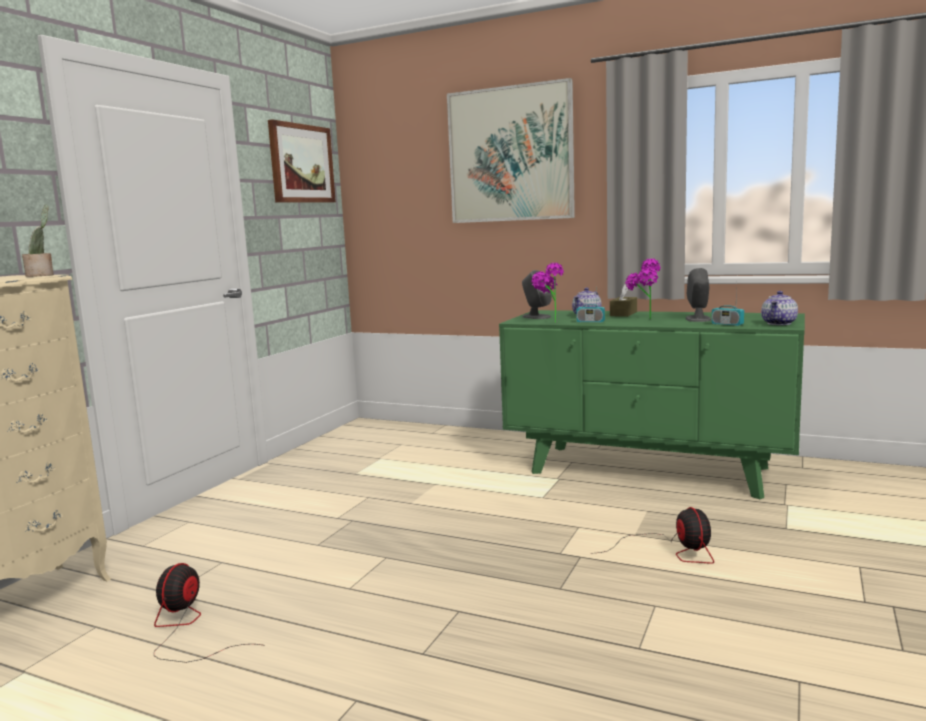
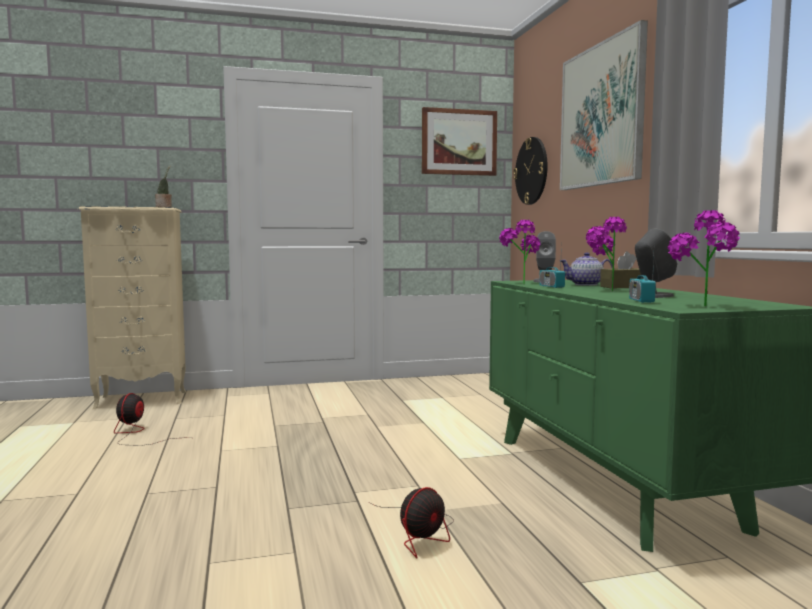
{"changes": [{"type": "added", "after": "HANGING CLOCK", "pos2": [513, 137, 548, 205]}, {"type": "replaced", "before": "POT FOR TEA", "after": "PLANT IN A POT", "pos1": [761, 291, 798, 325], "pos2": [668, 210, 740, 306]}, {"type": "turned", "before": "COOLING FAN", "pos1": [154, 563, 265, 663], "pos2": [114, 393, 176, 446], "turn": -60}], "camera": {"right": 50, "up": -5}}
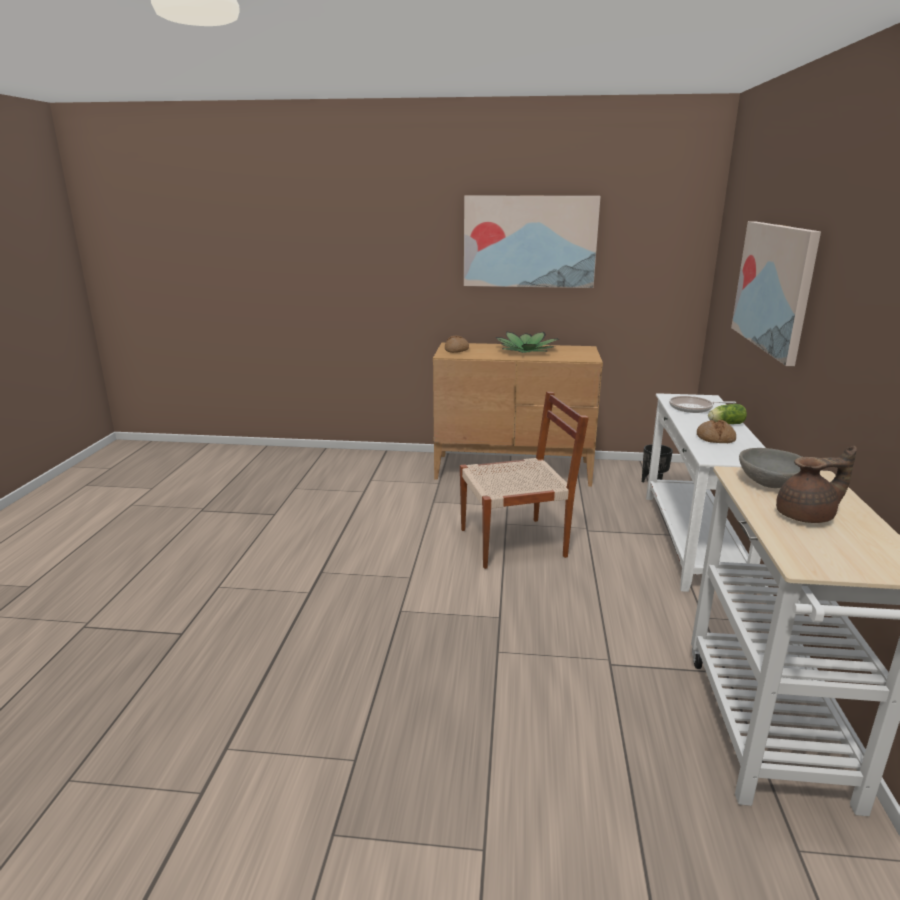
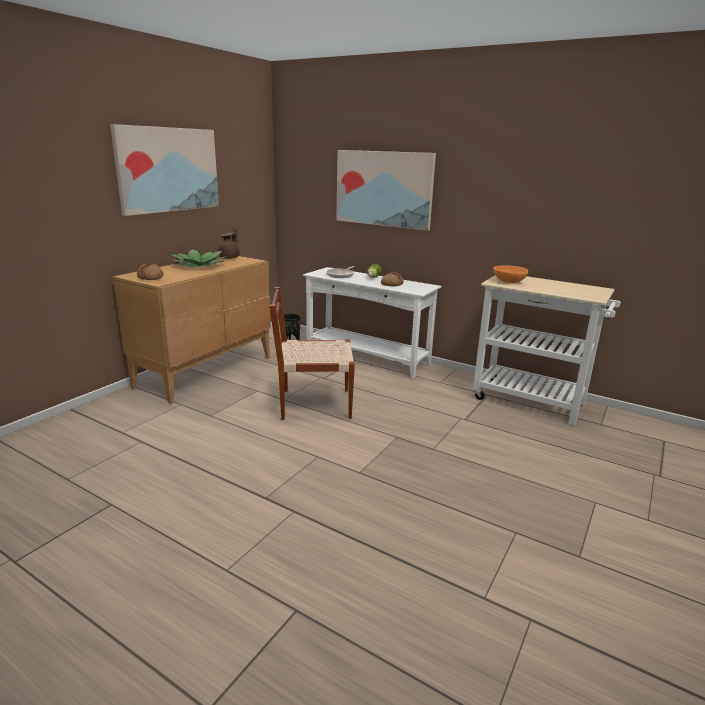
{"changes": [{"type": "moved", "before": "BROWNISH POT FOR TEA", "pos1": [776, 446, 857, 523], "pos2": [218, 227, 240, 259]}, {"type": "recoloured", "before": "GREYISH BOWL", "after": "ORANGE-COLOURED BOWL", "pos1": [739, 448, 802, 488], "pos2": [493, 265, 528, 283]}, {"type": "turned", "before": "PLAIN CHAIR", "pos1": [460, 392, 589, 569], "pos2": [269, 287, 355, 420], "turn": -105}], "camera": {"right": -65, "up": 0}}
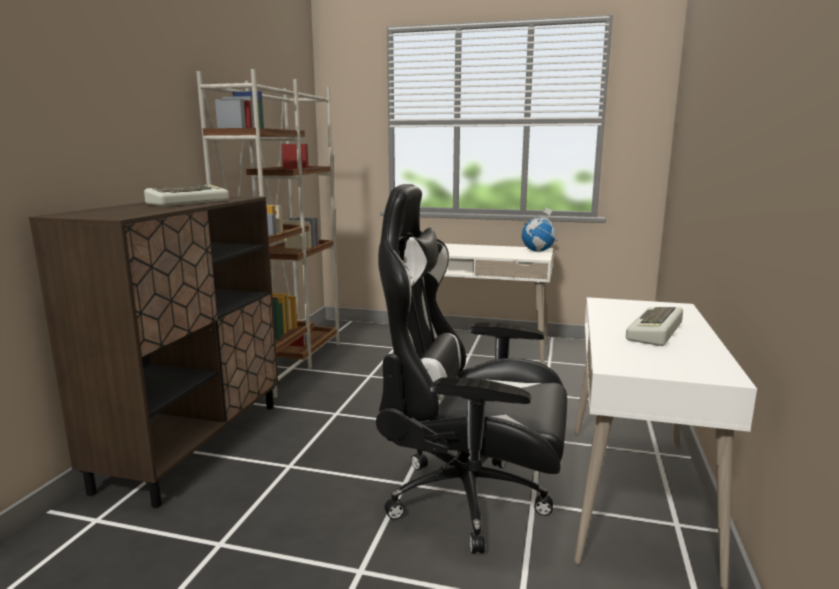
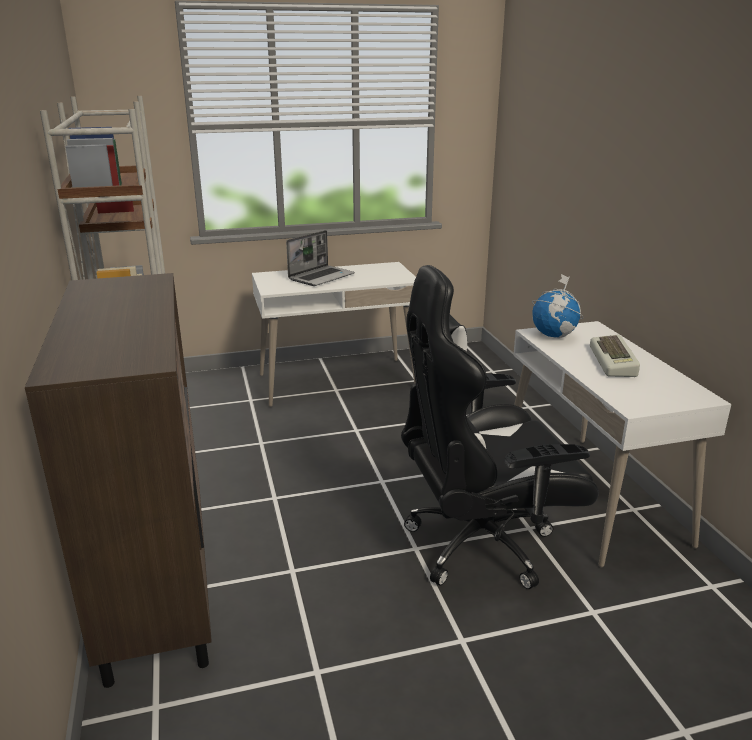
{"changes": [{"type": "removed", "before": "COMPUTER KEYBOARD", "pos1": [144, 185, 229, 206]}, {"type": "added", "after": "NOTEBOOK COMPUTER", "pos2": [286, 230, 355, 286]}, {"type": "moved", "before": "DESK GLOBE", "pos1": [522, 207, 558, 252], "pos2": [532, 274, 584, 338]}], "camera": {"right": -30, "up": 10}}
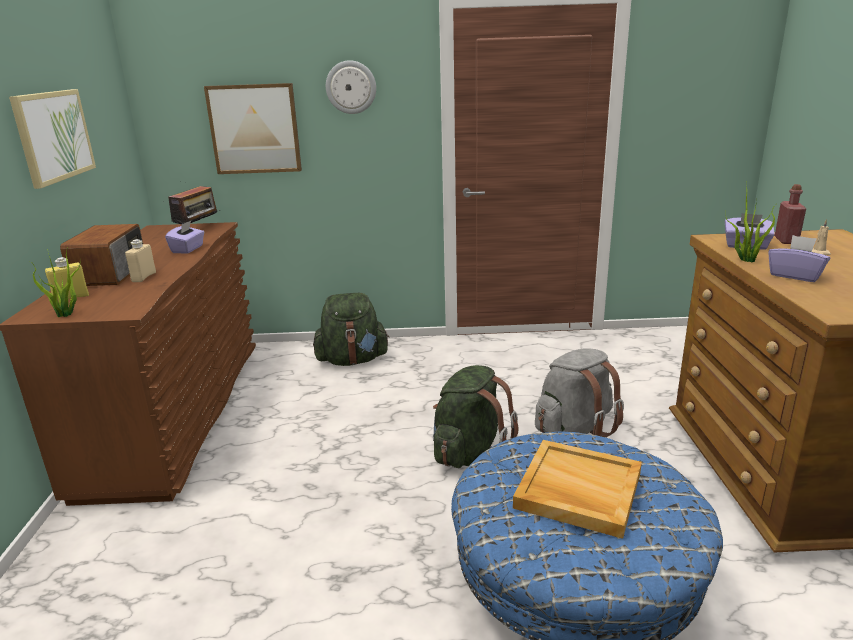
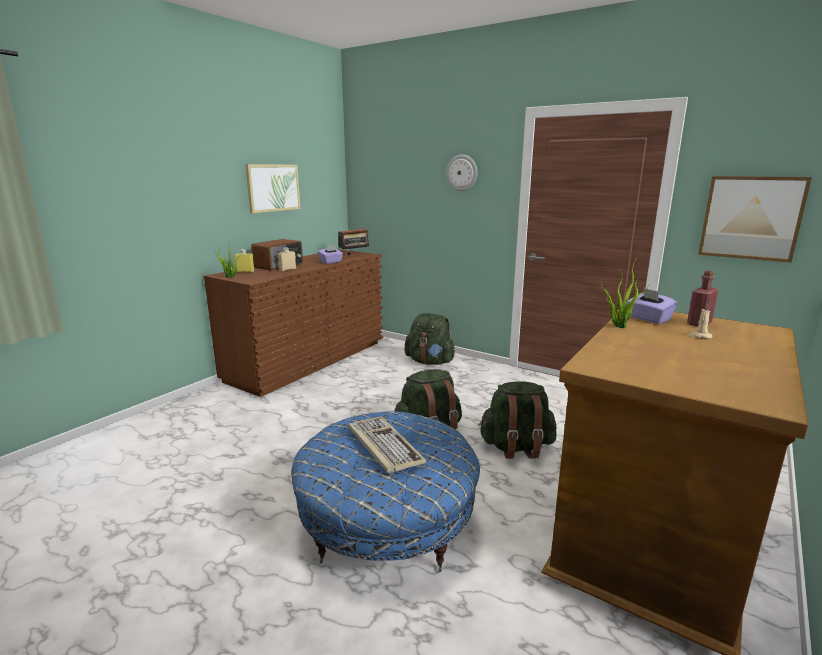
{"changes": [{"type": "removed", "before": "PURPLE-COLOURED TISSUE HOLDER", "pos1": [768, 235, 830, 282]}, {"type": "moved", "before": "WALL ART", "pos1": [204, 83, 302, 174], "pos2": [698, 176, 812, 263]}, {"type": "replaced", "before": "BEIGE-COLOURED CARRYING TRAY", "after": "COMPUTER KEYBOARD", "pos1": [513, 440, 642, 539], "pos2": [348, 416, 427, 474]}, {"type": "recoloured", "before": "GREYISH BACKPACK", "after": "GREENISH BACKPACK", "pos1": [535, 348, 624, 437], "pos2": [479, 381, 557, 459]}], "camera": {"right": 35, "up": -5}}
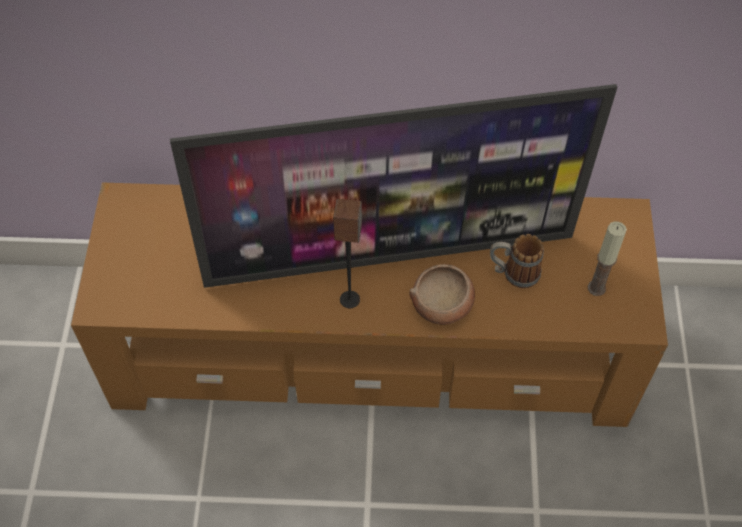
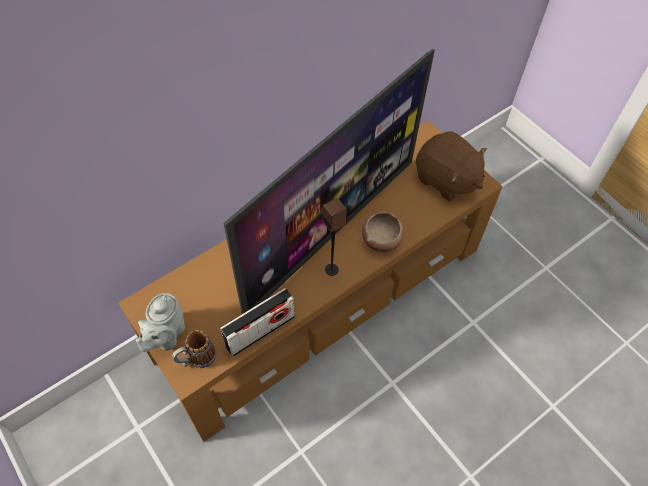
{"changes": [{"type": "added", "after": "GREYISH POT FOR TEA", "pos2": [136, 293, 185, 352]}, {"type": "added", "after": "RADIO", "pos2": [220, 288, 295, 357]}, {"type": "moved", "before": "TEA MUG", "pos1": [490, 234, 544, 288], "pos2": [172, 330, 216, 368]}, {"type": "replaced", "before": "CANDLE", "after": "BROWNISH CUDDLY TOY", "pos1": [588, 221, 627, 296], "pos2": [416, 131, 487, 202]}], "camera": {"right": -40, "up": 0}}
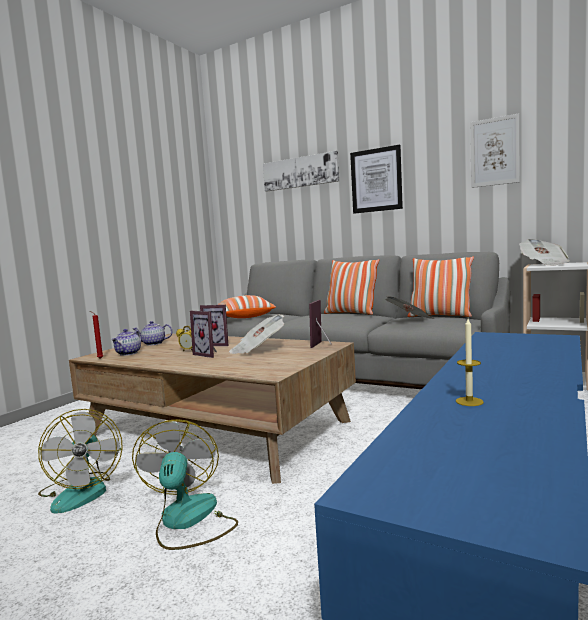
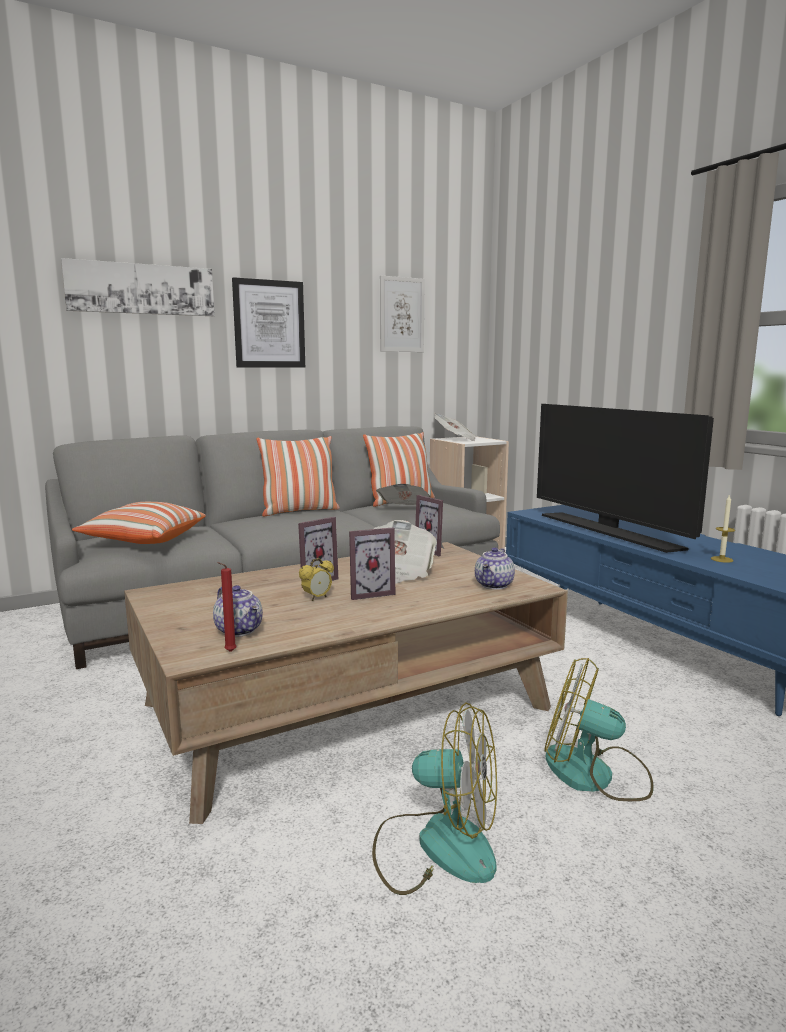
{"changes": [{"type": "added", "after": "TV SET", "pos2": [537, 404, 714, 553]}, {"type": "moved", "before": "POT FOR TEA", "pos1": [133, 321, 173, 346], "pos2": [475, 547, 515, 590]}], "camera": {"right": -60, "up": 5}}
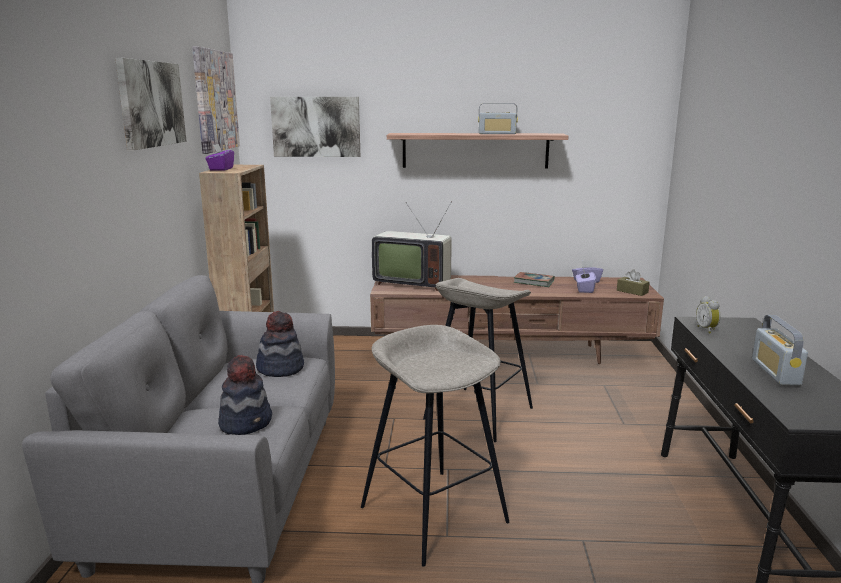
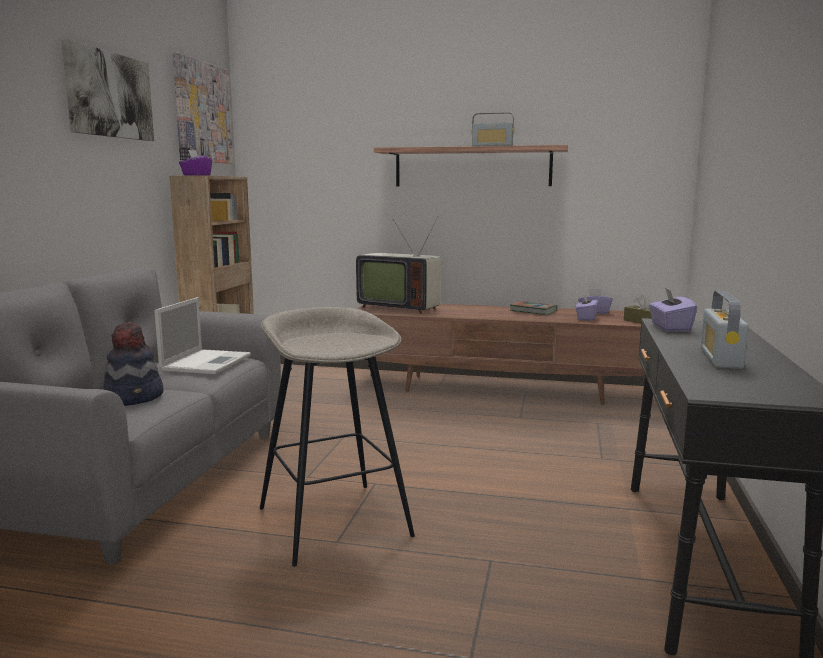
{"changes": [{"type": "removed", "before": "WALL ART", "pos1": [270, 97, 360, 157]}, {"type": "removed", "before": "GREYISH STOOL", "pos1": [423, 278, 533, 442]}, {"type": "replaced", "before": "CLOTHING HAT", "after": "NOTEBOOK COMPUTER", "pos1": [256, 311, 304, 377], "pos2": [154, 297, 251, 374]}, {"type": "replaced", "before": "ALARM CLOCK", "after": "PURPLE-COLOURED TISSUE HOLDER", "pos1": [696, 296, 721, 334], "pos2": [649, 288, 697, 331]}], "camera": {"right": 10, "up": -5}}
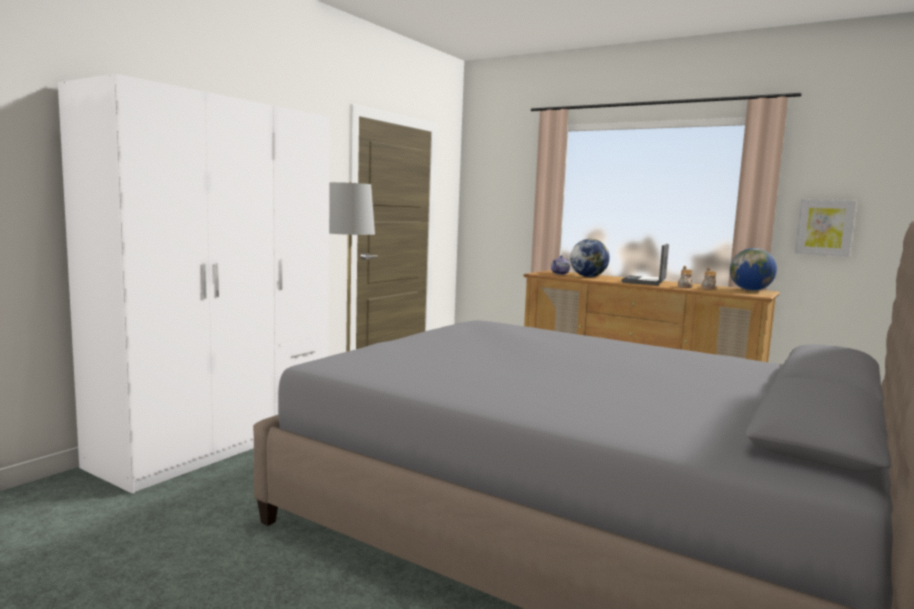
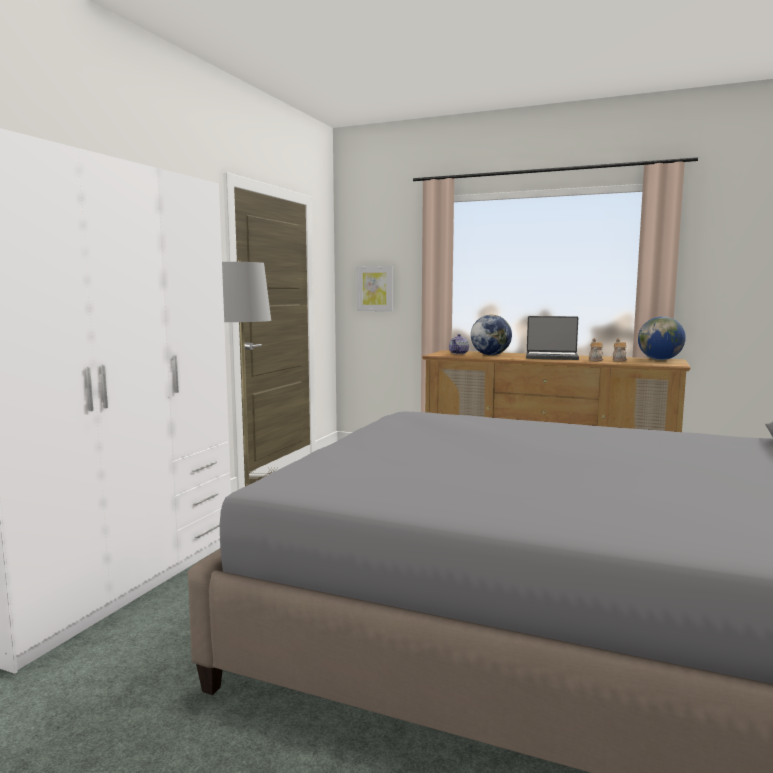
{"changes": [{"type": "moved", "before": "WALL ART", "pos1": [795, 200, 856, 257], "pos2": [357, 266, 393, 311]}, {"type": "turned", "before": "NOTEBOOK COMPUTER", "pos1": [621, 244, 669, 285], "pos2": [526, 316, 579, 360], "turn": -90}], "camera": {"right": -10, "up": 0}}
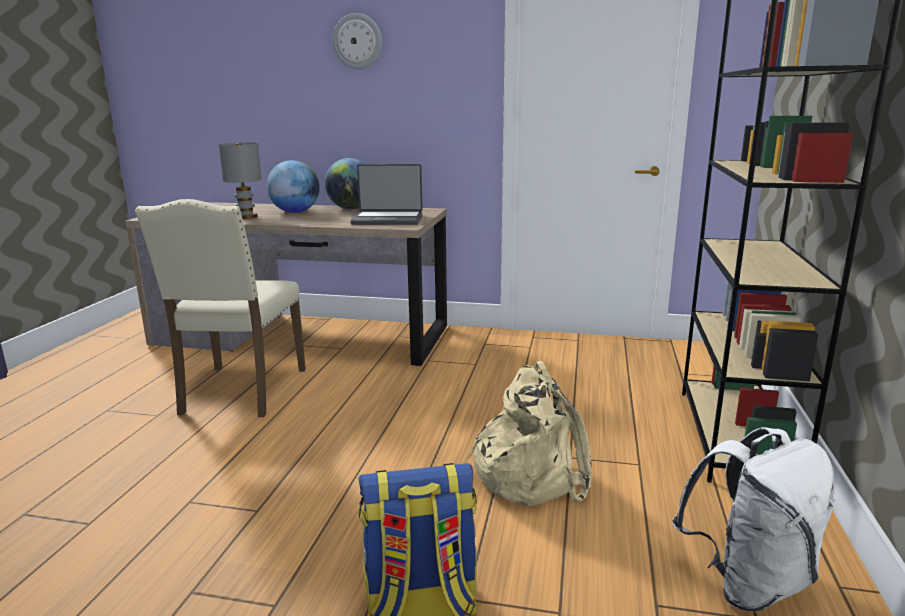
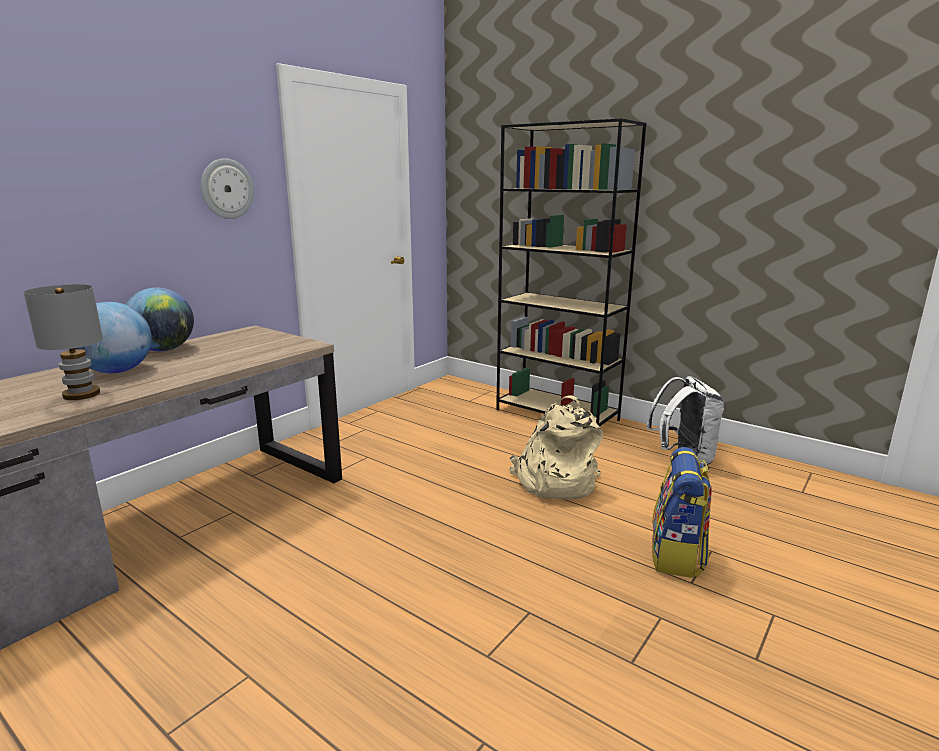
{"changes": [{"type": "removed", "before": "BEIGE-COLOURED PLAIN CHAIR", "pos1": [135, 199, 306, 417]}, {"type": "removed", "before": "NOTEBOOK COMPUTER", "pos1": [351, 164, 423, 225]}, {"type": "moved", "before": "HANGING CLOCK", "pos1": [333, 13, 382, 69], "pos2": [201, 158, 254, 219]}], "camera": {"right": -65, "up": 0}}
